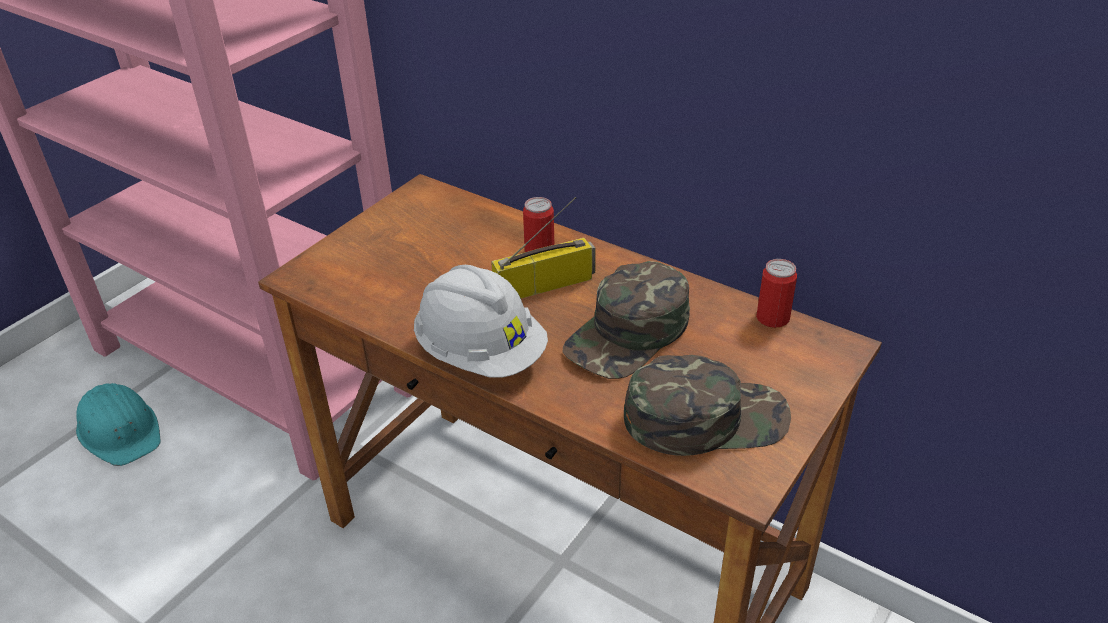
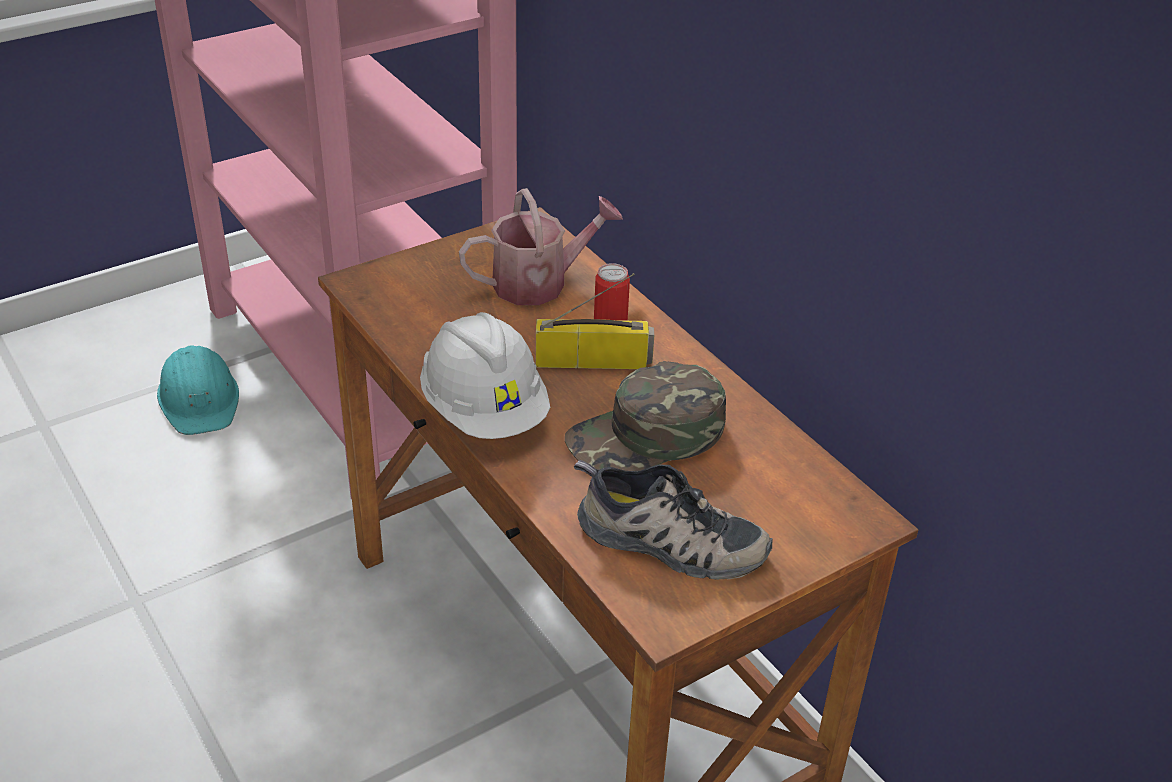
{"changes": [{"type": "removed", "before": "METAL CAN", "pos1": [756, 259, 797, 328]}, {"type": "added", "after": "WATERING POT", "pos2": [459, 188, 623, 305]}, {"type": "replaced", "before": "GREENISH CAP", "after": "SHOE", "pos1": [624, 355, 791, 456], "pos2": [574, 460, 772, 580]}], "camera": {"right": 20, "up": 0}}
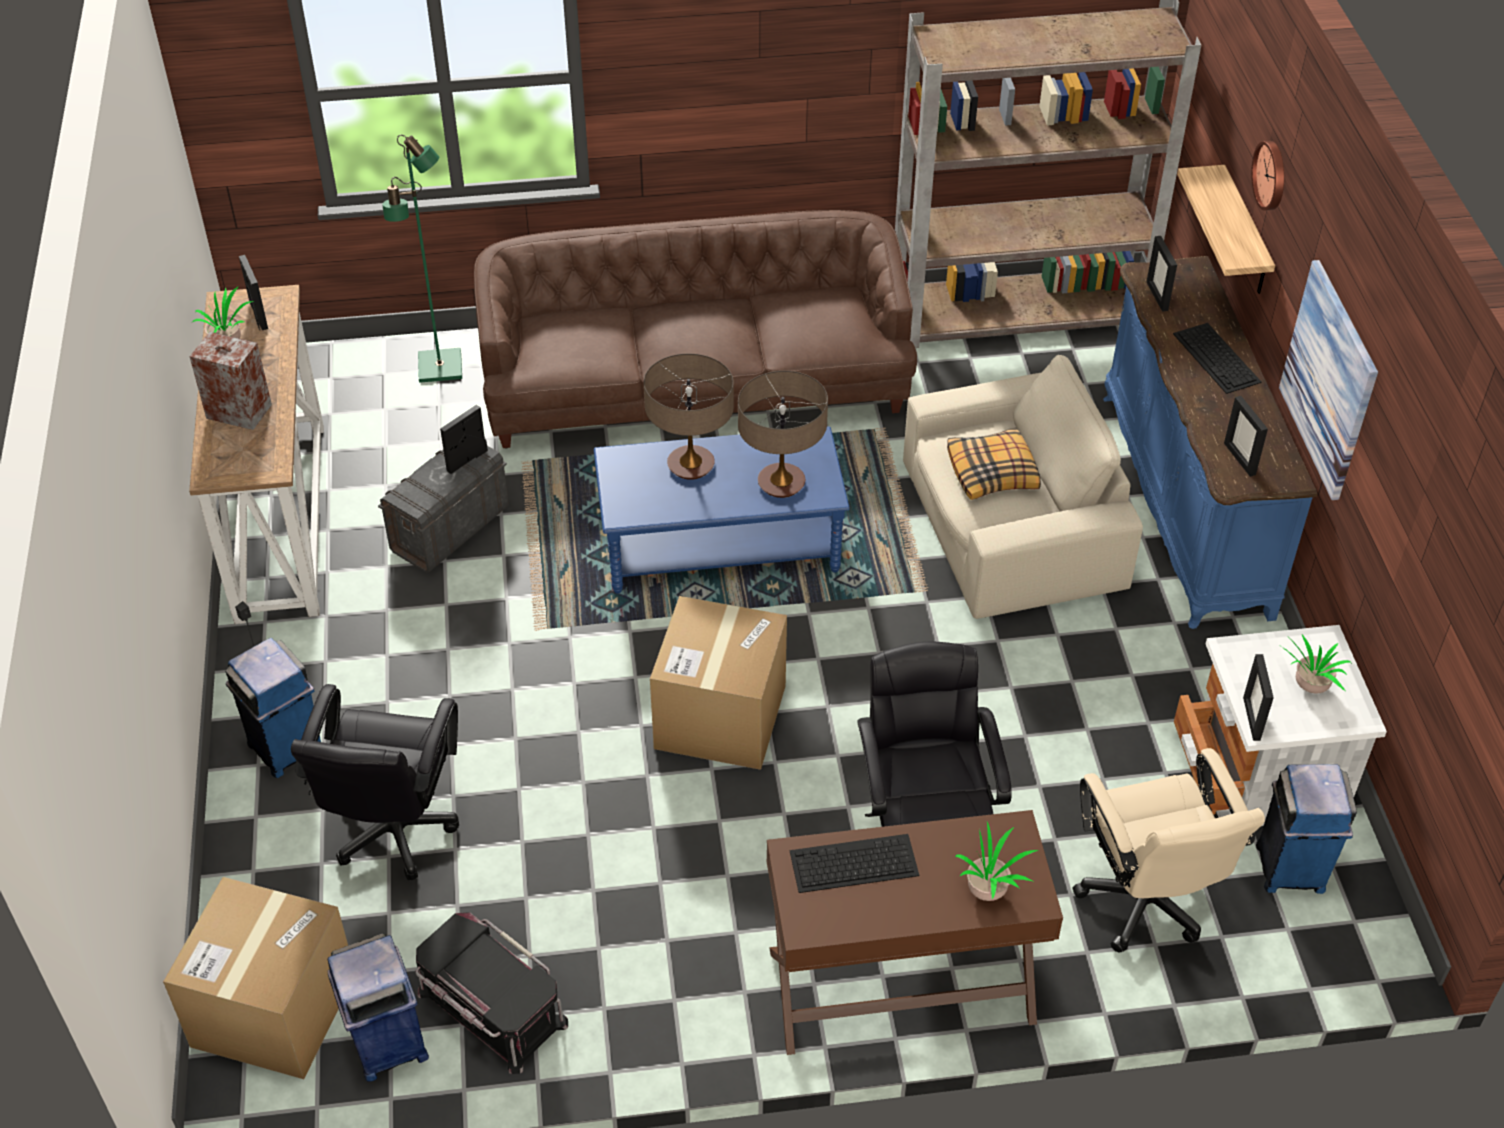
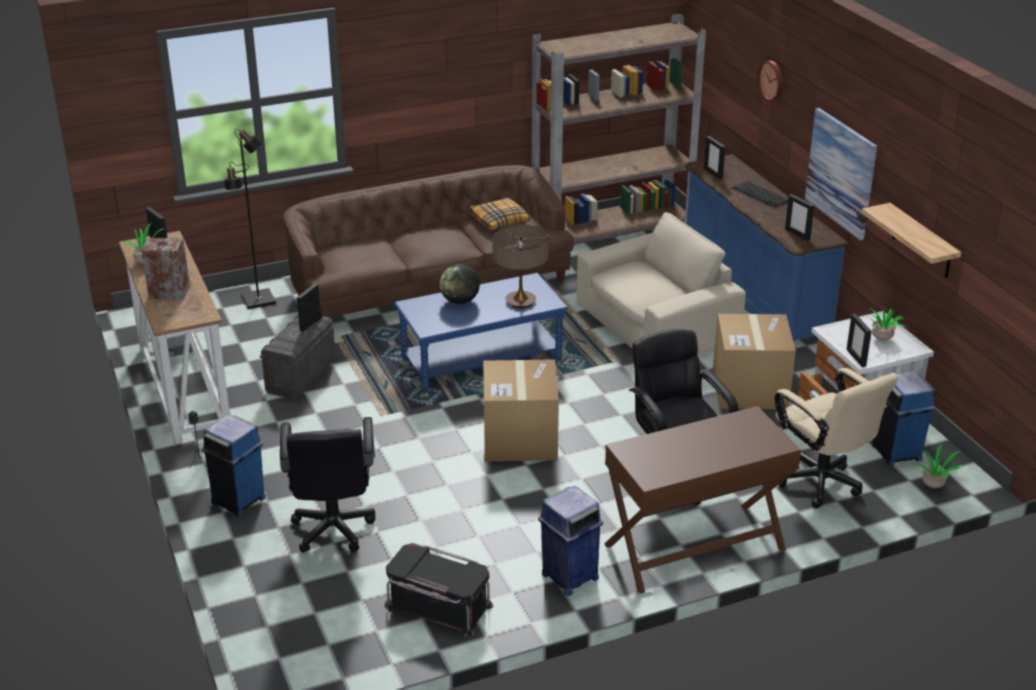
{"changes": [{"type": "removed", "before": "COMPUTER KEYBOARD", "pos1": [790, 834, 919, 893]}, {"type": "moved", "before": "CARTON", "pos1": [163, 877, 348, 1079], "pos2": [713, 314, 796, 409]}, {"type": "moved", "before": "BLUISH RUBBISH BIN", "pos1": [328, 933, 429, 1082], "pos2": [538, 486, 603, 596]}, {"type": "moved", "before": "PILLOW", "pos1": [947, 428, 1041, 500], "pos2": [470, 198, 530, 230]}, {"type": "moved", "before": "PLANT IN A POT", "pos1": [955, 822, 1038, 901], "pos2": [915, 444, 964, 488]}, {"type": "moved", "before": "WALL SHELF", "pos1": [1177, 165, 1275, 294], "pos2": [861, 203, 962, 278]}, {"type": "replaced", "before": "TABLETOP LAMP", "after": "DESK GLOBE", "pos1": [644, 353, 734, 480], "pos2": [440, 264, 480, 304]}, {"type": "recoloured", "before": "GREENISH STANDING LAMP", "after": "BLACKISH STANDING LAMP", "pos1": [382, 135, 462, 383], "pos2": [224, 129, 276, 309]}], "camera": {"right": -15, "up": -15}}
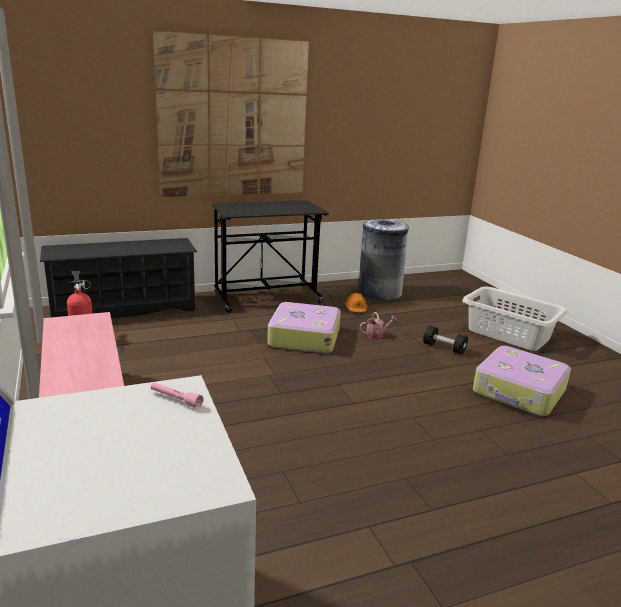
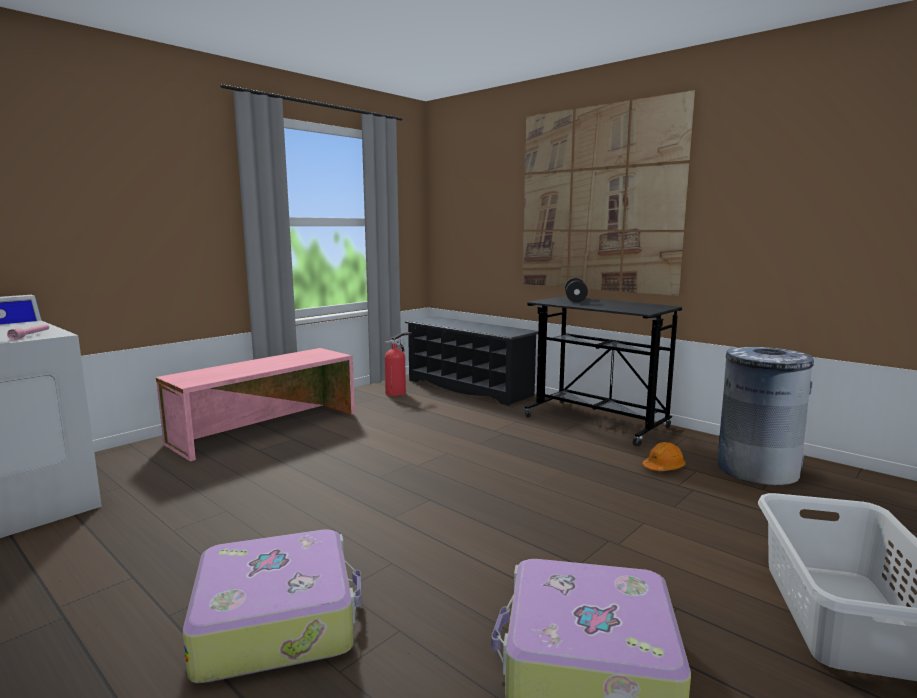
{"changes": [{"type": "removed", "before": "WATERING POT", "pos1": [360, 312, 397, 339]}, {"type": "moved", "before": "PIECE OF LUGGAGE", "pos1": [267, 302, 341, 353], "pos2": [183, 529, 361, 683]}, {"type": "moved", "before": "BLACKISH FREE WEIGHT", "pos1": [423, 325, 468, 355], "pos2": [565, 278, 588, 303]}], "camera": {"right": 65, "up": -10}}
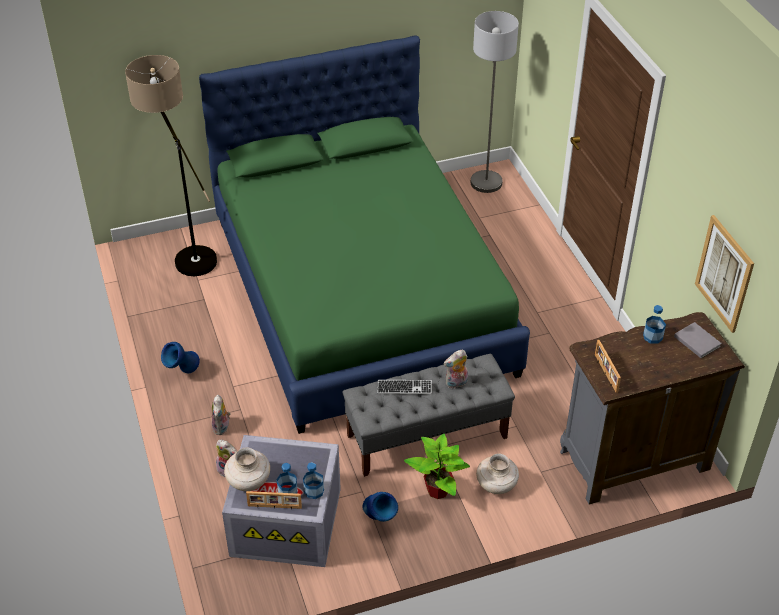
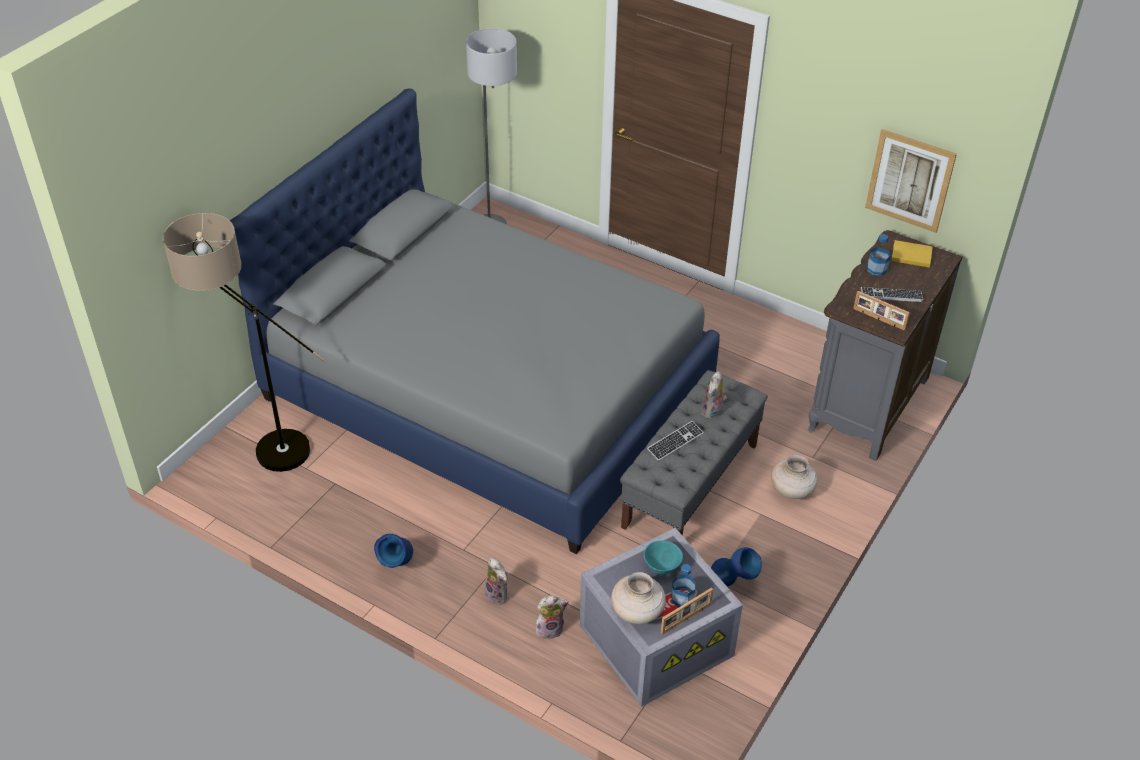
{"changes": [{"type": "removed", "before": "BEVERAGE BOTTLE", "pos1": [303, 462, 324, 499]}, {"type": "removed", "before": "PLANT IN A POT", "pos1": [404, 434, 470, 499]}, {"type": "added", "after": "TURQUOISE-COLOURED BOWL", "pos2": [644, 541, 683, 575]}, {"type": "added", "after": "COMPUTER KEYBOARD", "pos2": [861, 287, 924, 302]}, {"type": "recoloured", "before": "GREENISH BED", "after": "GREYISH BED", "pos1": [199, 35, 530, 434], "pos2": [230, 88, 720, 554]}, {"type": "recoloured", "before": "GREYISH BOUND BOOK", "after": "YELLOW BOUND BOOK", "pos1": [674, 322, 722, 358], "pos2": [891, 240, 933, 268]}], "camera": {"right": -40, "up": 0}}
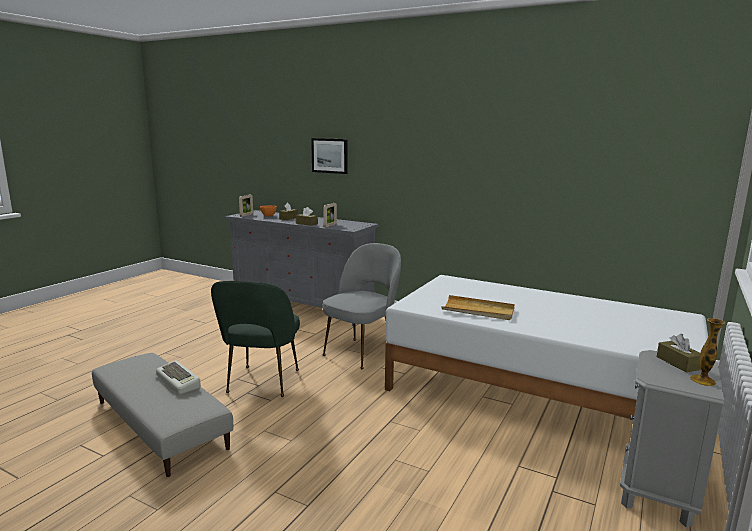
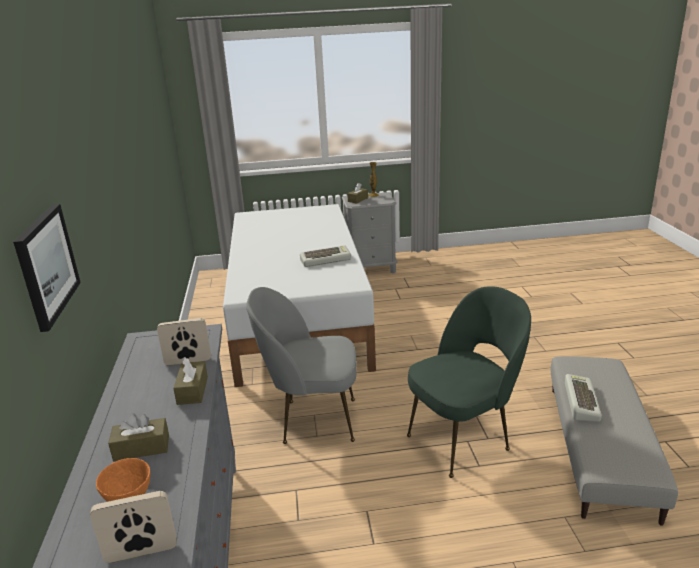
{"changes": [{"type": "replaced", "before": "BEIGE-COLOURED CARRYING TRAY", "after": "COMPUTER KEYBOARD", "pos1": [441, 295, 515, 320], "pos2": [300, 245, 351, 267]}], "camera": {"right": -125, "up": 10}}
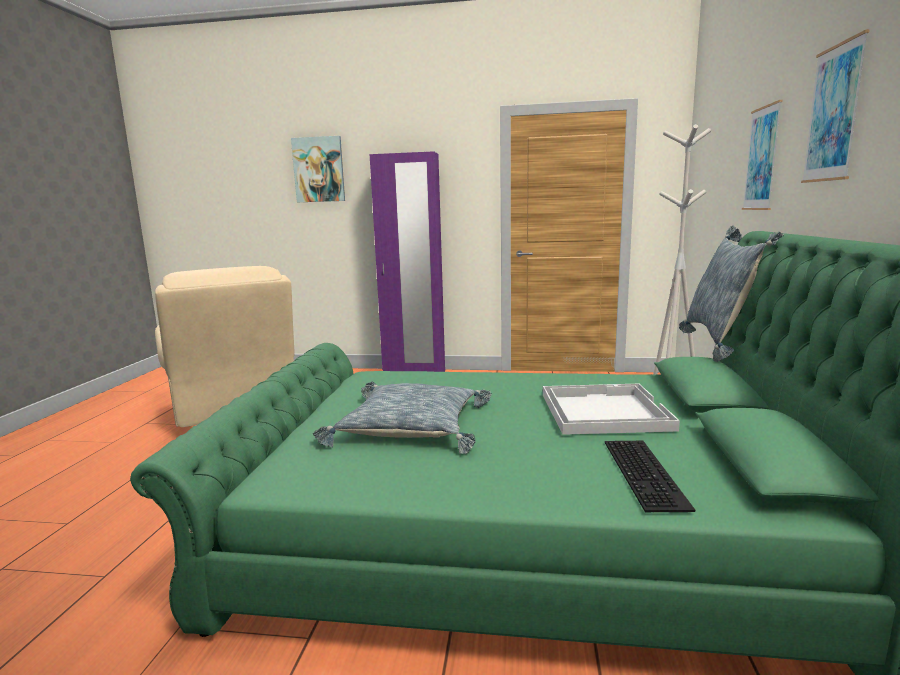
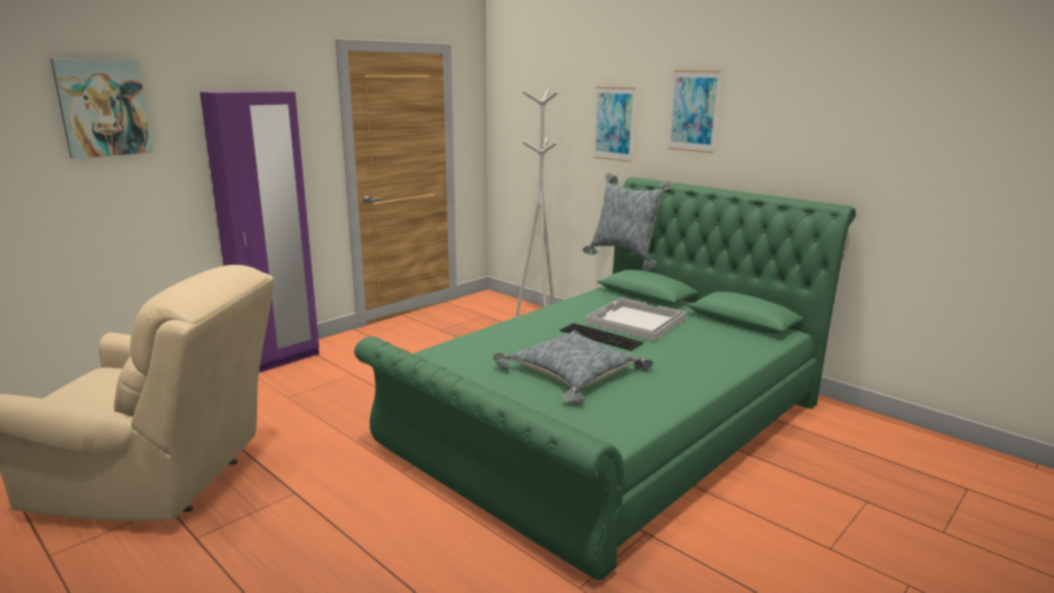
{"changes": [{"type": "moved", "before": "COMPUTER KEYBOARD", "pos1": [605, 441, 695, 512], "pos2": [559, 323, 644, 351]}], "camera": {"right": -55, "up": 5}}
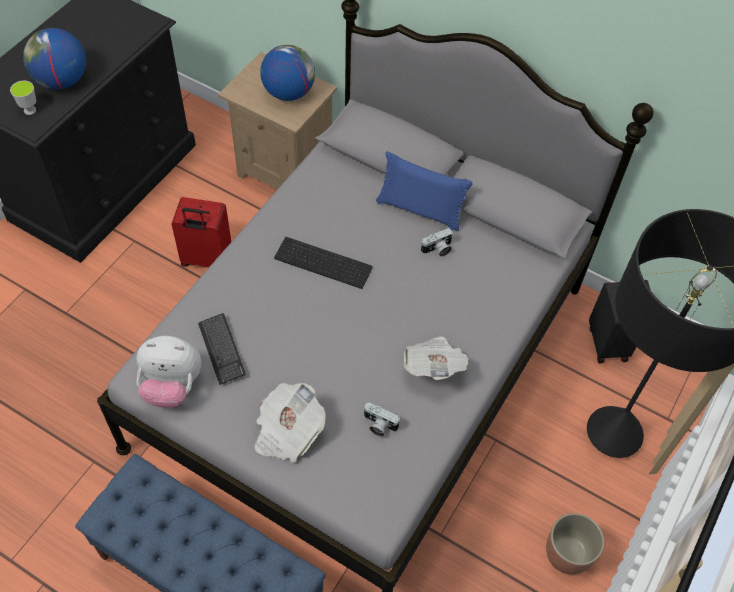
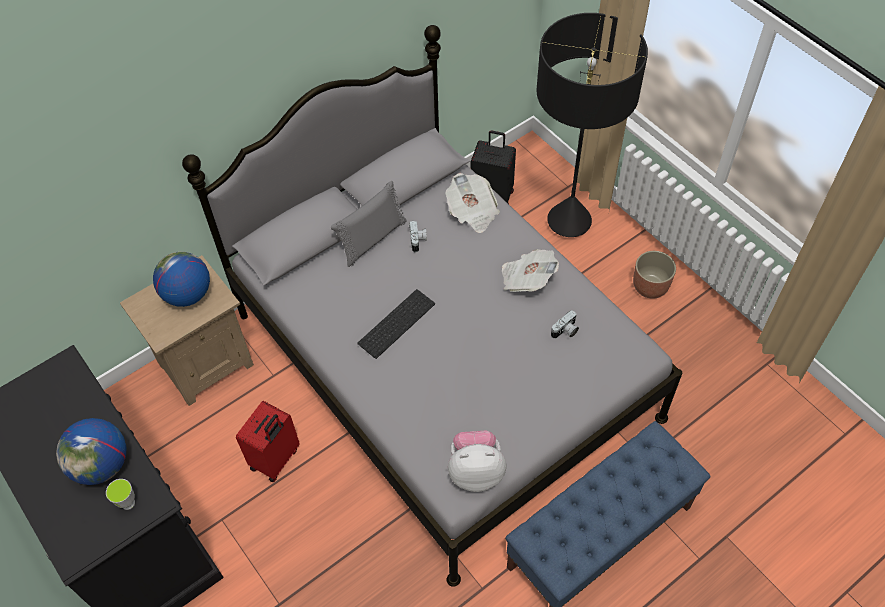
{"changes": [{"type": "removed", "before": "COMPUTER KEYBOARD", "pos1": [198, 313, 246, 385]}, {"type": "moved", "before": "NEWSPAPER", "pos1": [254, 383, 326, 462], "pos2": [445, 173, 500, 233]}, {"type": "recoloured", "before": "BLUISH PILLOW", "after": "GREYISH PILLOW", "pos1": [376, 151, 473, 231], "pos2": [331, 181, 407, 267]}, {"type": "turned", "before": "CUDDLY TOY", "pos1": [136, 336, 201, 408], "pos2": [448, 430, 507, 492], "turn": -120}], "camera": {"right": -65, "up": 0}}
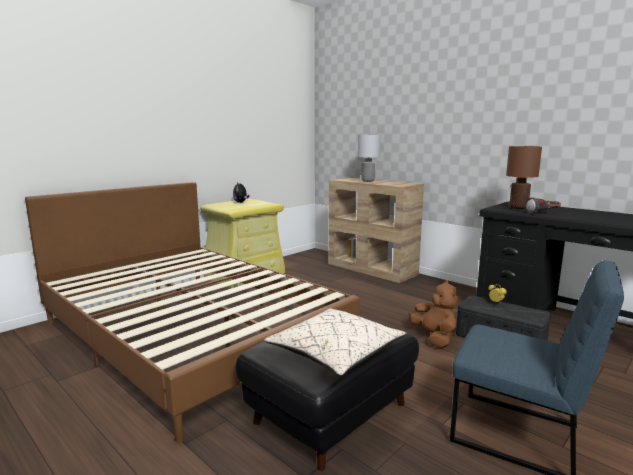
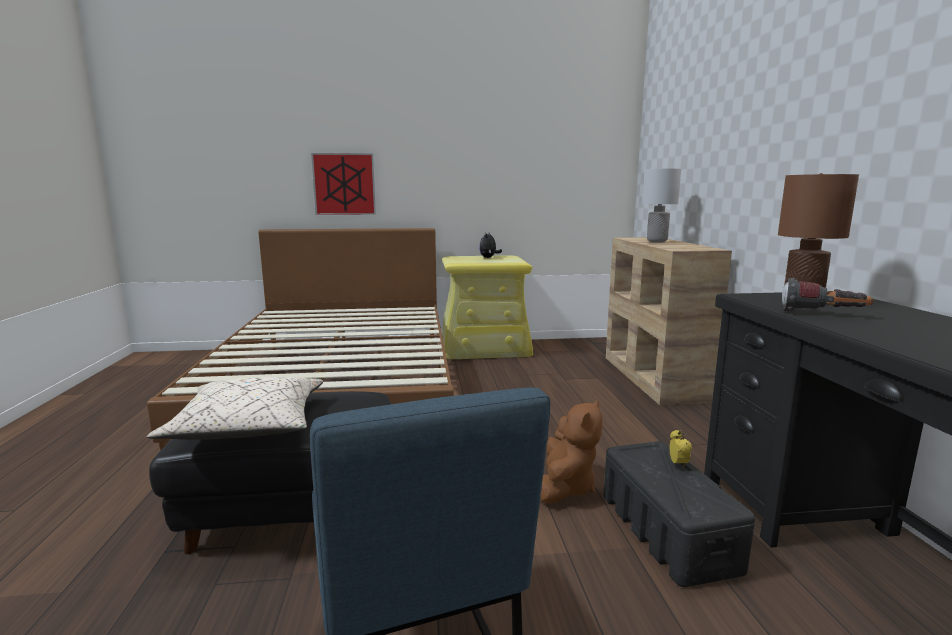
{"changes": [{"type": "added", "after": "WALL ART", "pos2": [311, 153, 376, 215]}], "camera": {"right": 40, "up": 0}}
